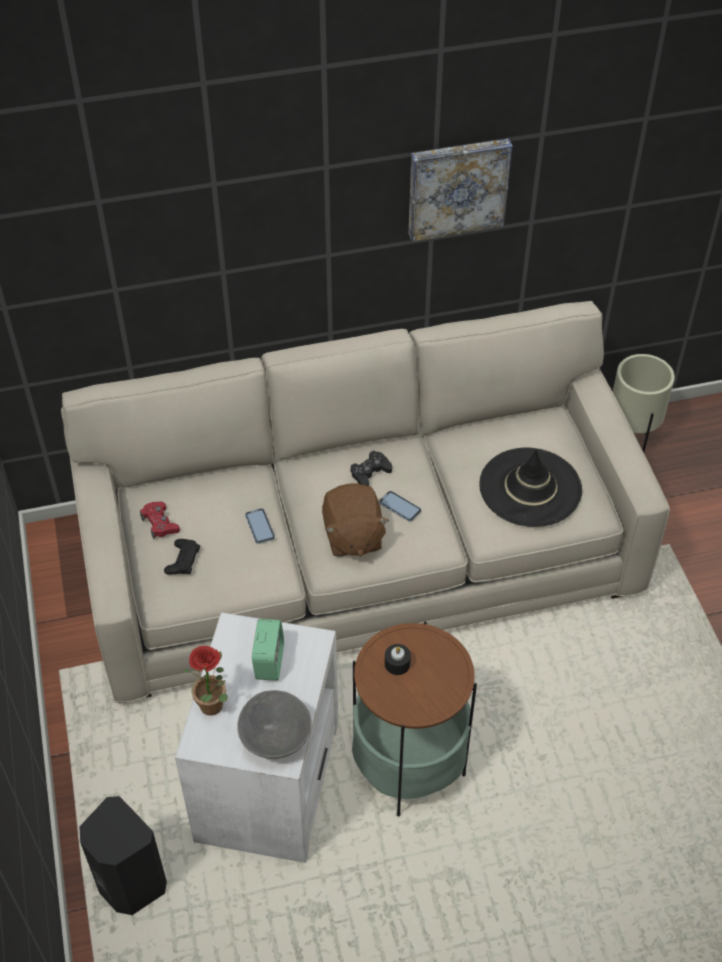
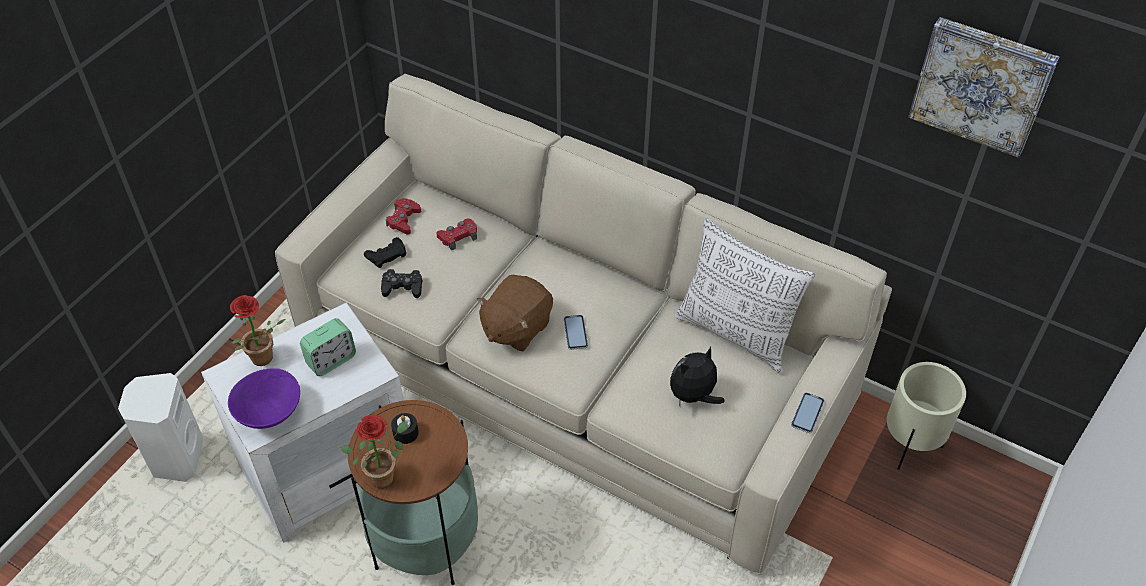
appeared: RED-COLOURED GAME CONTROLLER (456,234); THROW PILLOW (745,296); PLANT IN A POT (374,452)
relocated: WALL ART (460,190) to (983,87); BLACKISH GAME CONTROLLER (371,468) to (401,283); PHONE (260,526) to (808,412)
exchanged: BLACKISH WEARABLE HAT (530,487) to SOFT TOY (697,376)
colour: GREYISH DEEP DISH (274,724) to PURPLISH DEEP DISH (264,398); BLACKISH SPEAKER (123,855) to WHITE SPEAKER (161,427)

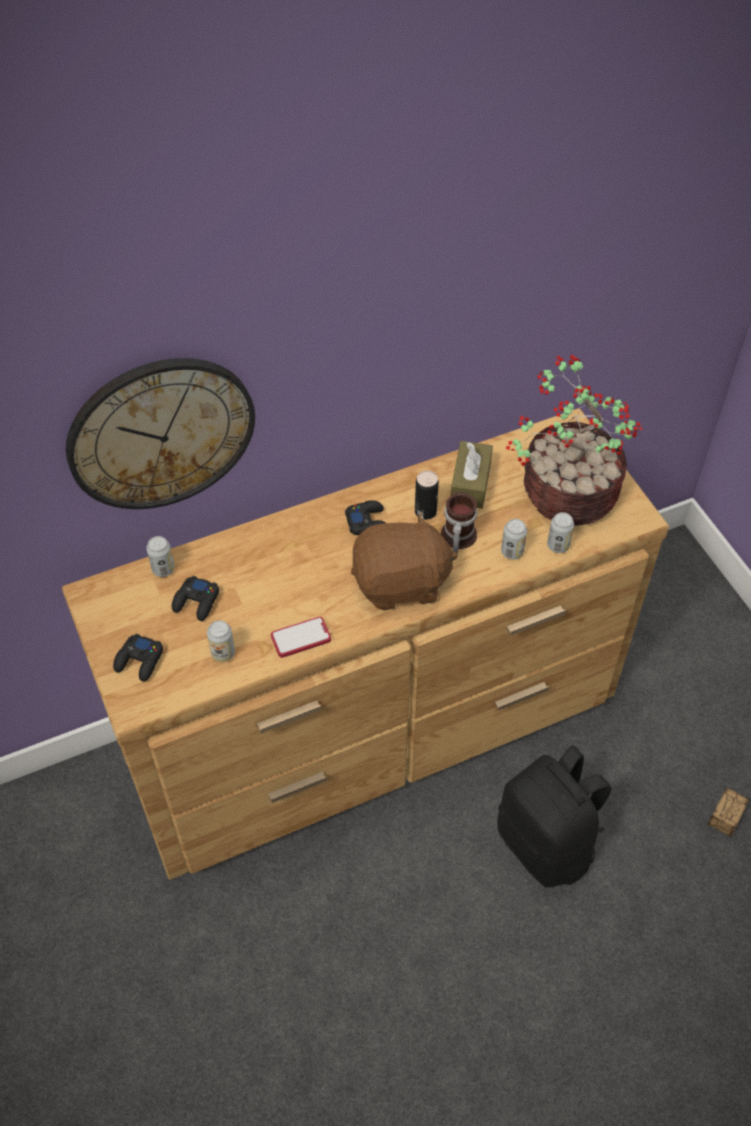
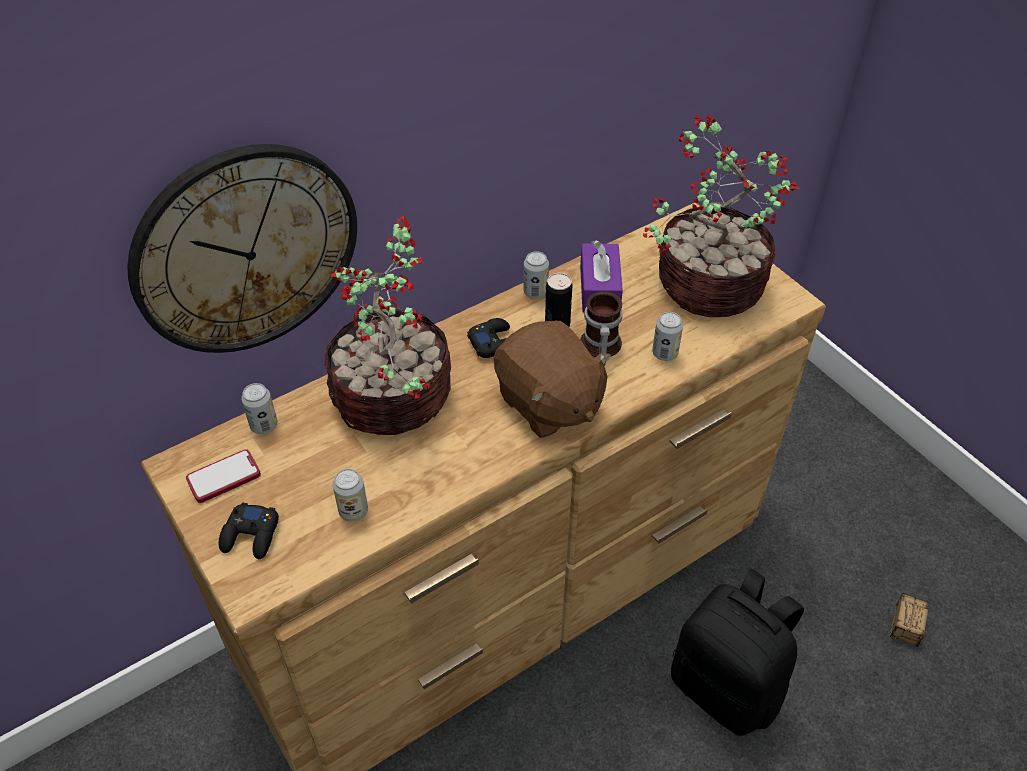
missing: BLACKISH GAME CONTROLLER (195,598)
appeared: PLANT IN A POT (387,325)
relocated: CAN (560,532) to (536,275); PHONE (301,637) to (223,476)
colour: BROWN-COLOURED TISSUE BOX (472,475) to PURPLISH TISSUE BOX (601,276)
spun: BROWN-COLOURED SOFT TOY (404,560) = (552,379) 75 degrees clockwise

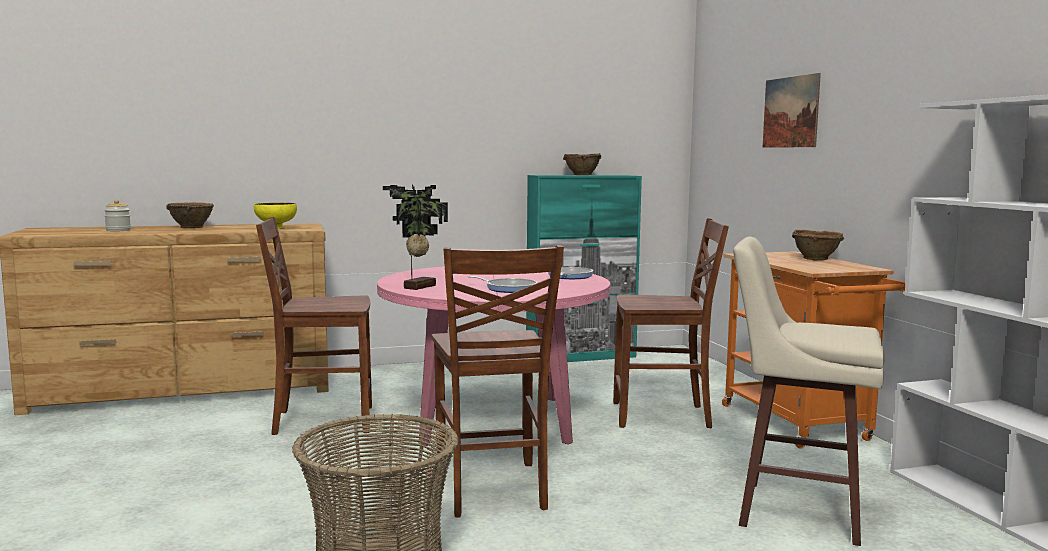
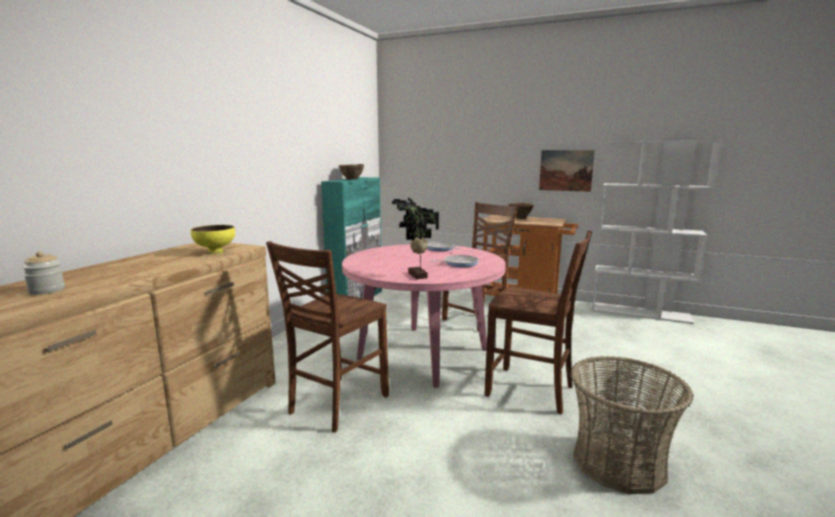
missing: BROWN-COLOURED DEEP DISH (190,215); SAND-COLOURED STOOL (809,391)
relocated: WALL ART (792,110) to (567,171)

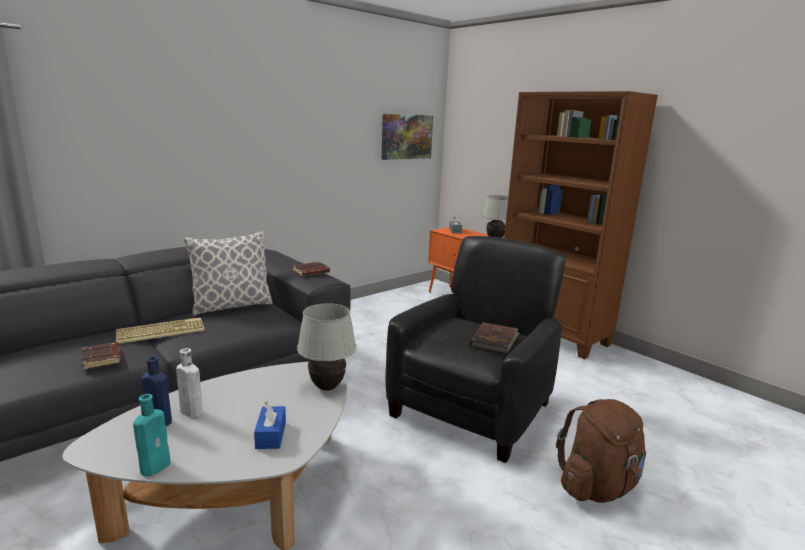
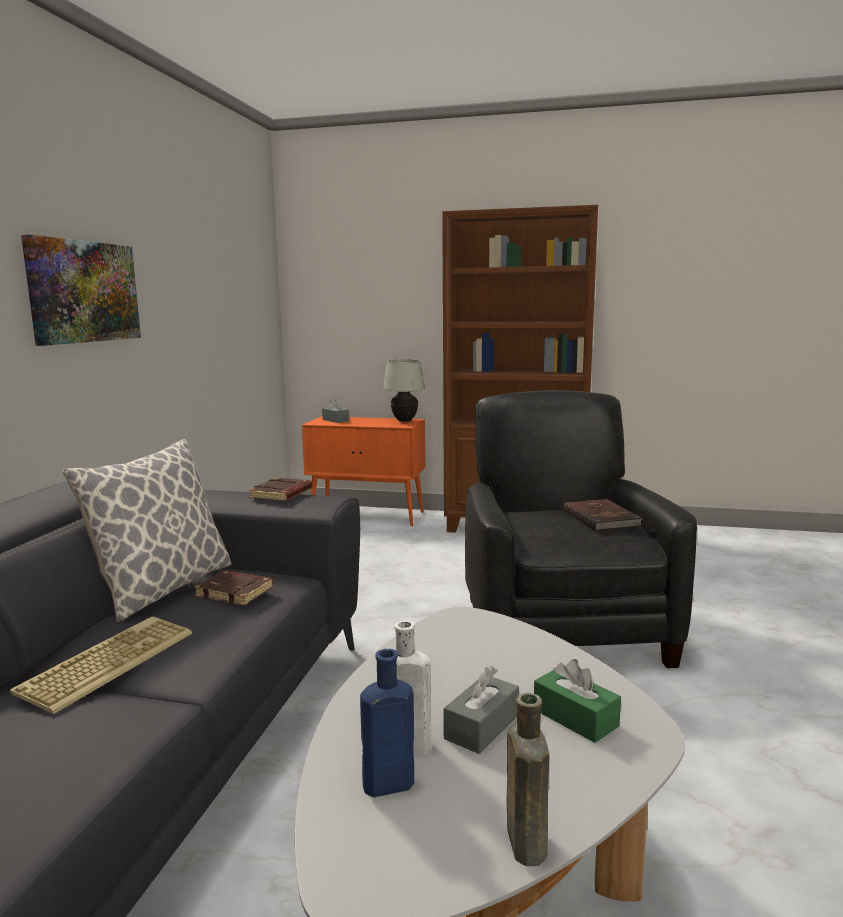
missing: WHITE LAMP FOR A TABLE (326,347); BROWN-COLOURED BACKPACK (601,451)
appeared: GREYISH TISSUE BOX (481,710)
relocated: WALL ART (407,137) to (81,290); BROWN-COLOURED VOLUME (101,356) to (234,588)
colour: TURQUOISE-COLOURED BOTTLE (151,435) to BROWN-COLOURED BOTTLE (527,779); BLUISH TISSUE BOX (270,425) to GREENISH TISSUE BOX (577,701)

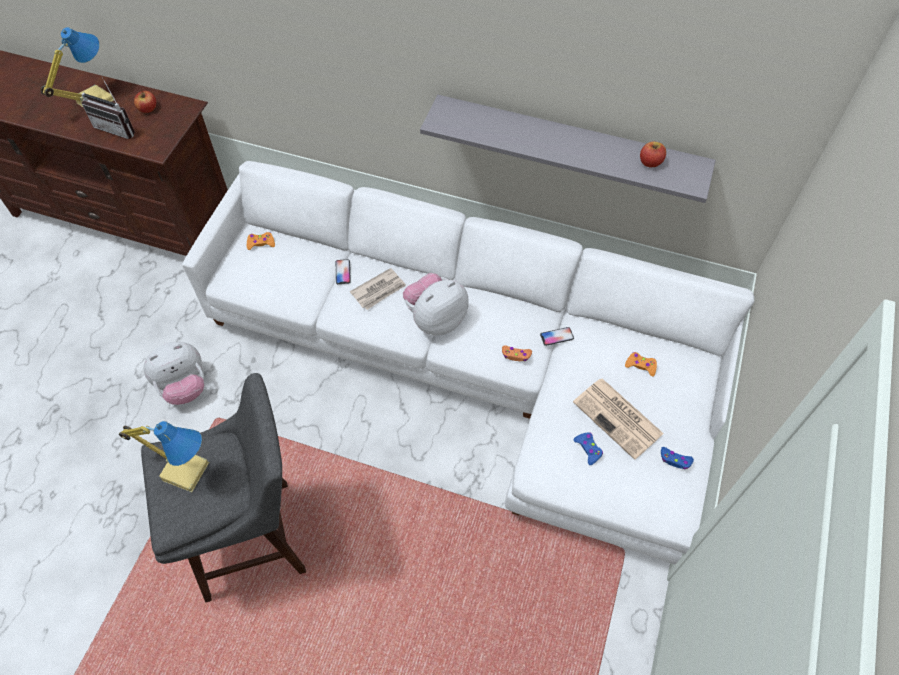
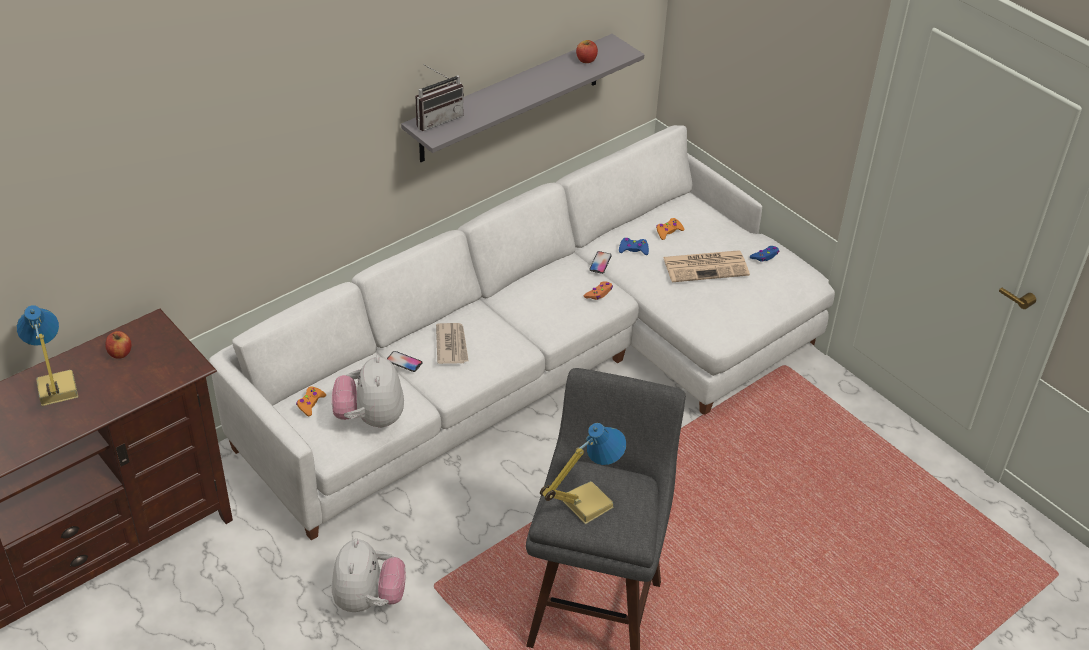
relocated: RADIO RECEIVER (108,108) to (440,98); SOFT TOY (436,304) to (368,391); BLUISH GAME CONTROLLER (588,449) to (634,246)

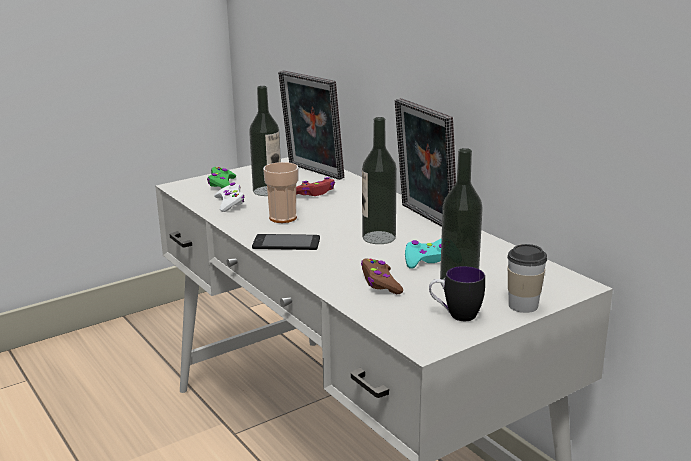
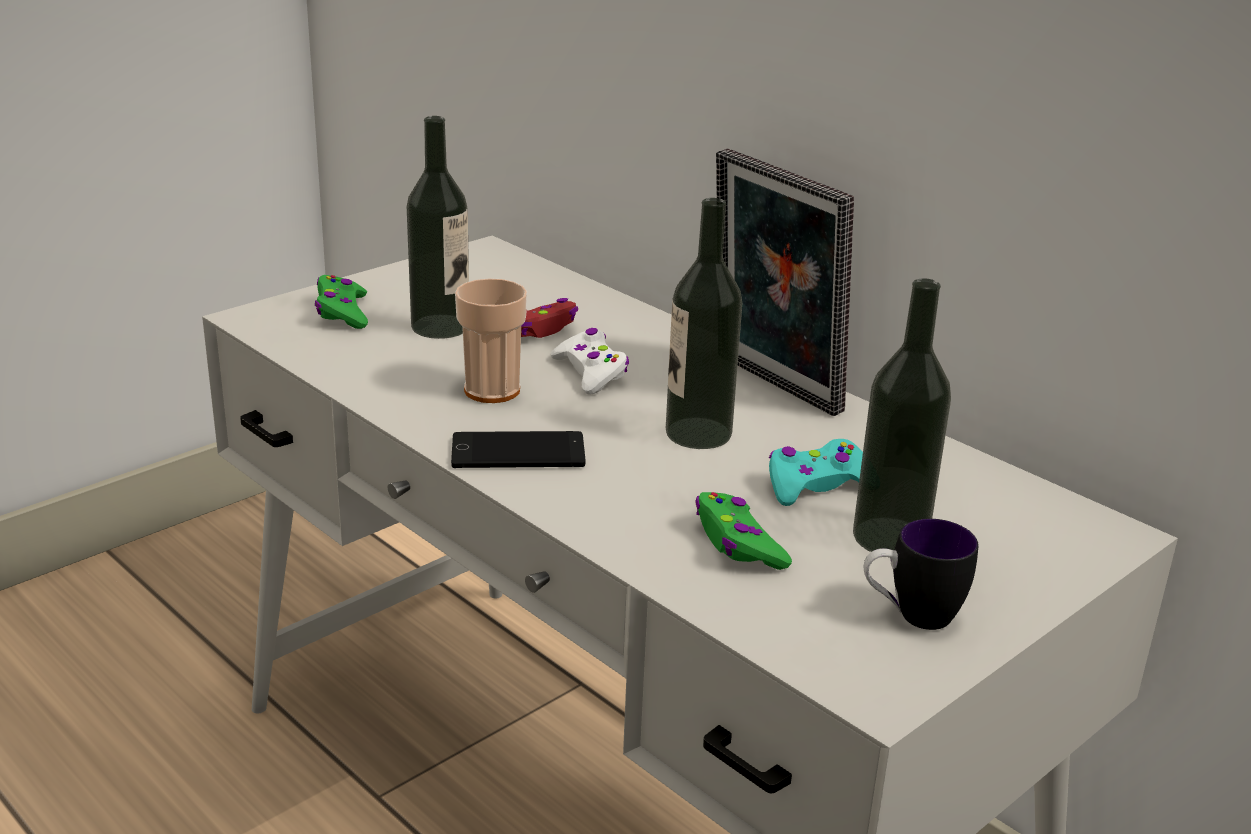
missing: PHOTO FRAME (311,125); CUP (527,278)
relocated: WHITE GAME CONTROLLER (229,197) to (589,361)
colour: BROWN-COLOURED GAME CONTROLLER (382,276) to GREENISH GAME CONTROLLER (743,531)

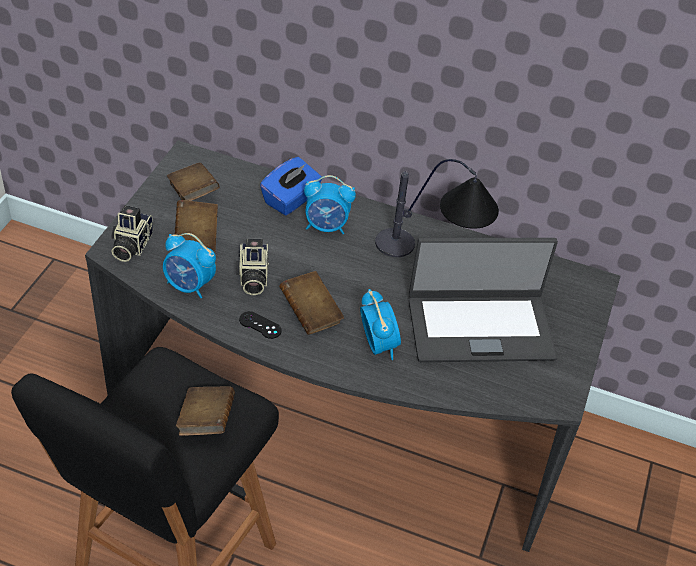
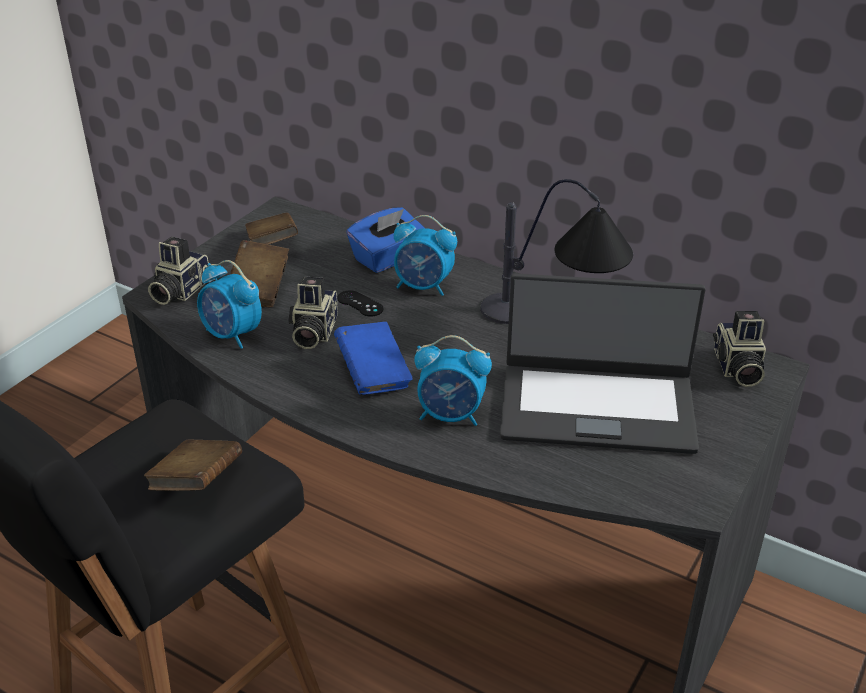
appeared: PHOTO CAMERA (739,349)
relocated: BLACKISH GAME CONTROLLER (260,325) to (360,303)
colour: BROWN-COLOURED VOLUME (311,303) to BLUISH VOLUME (373,358)
spun: BEDSIDE CLOCK (380,324) = (453,380) 105 degrees clockwise

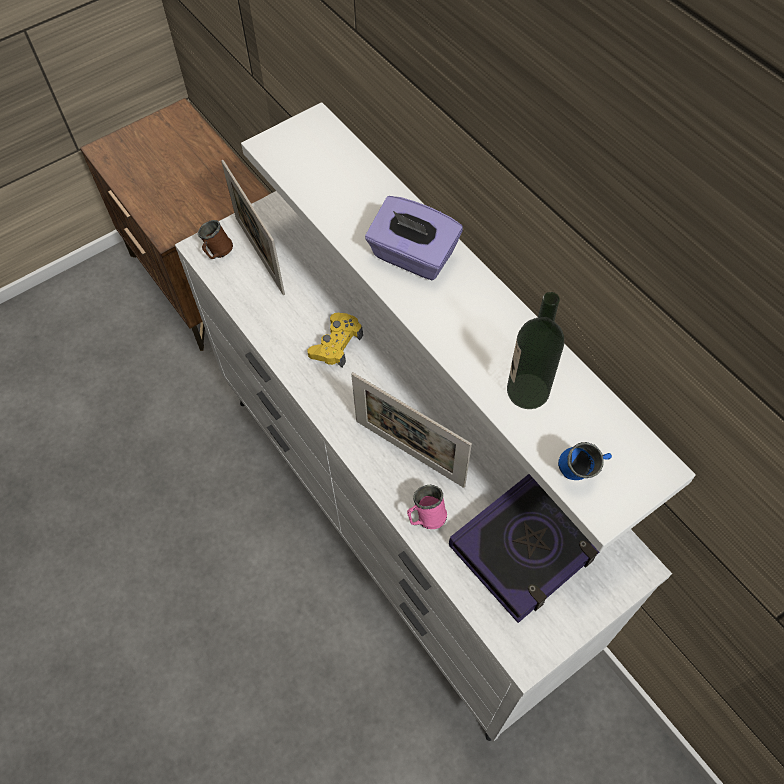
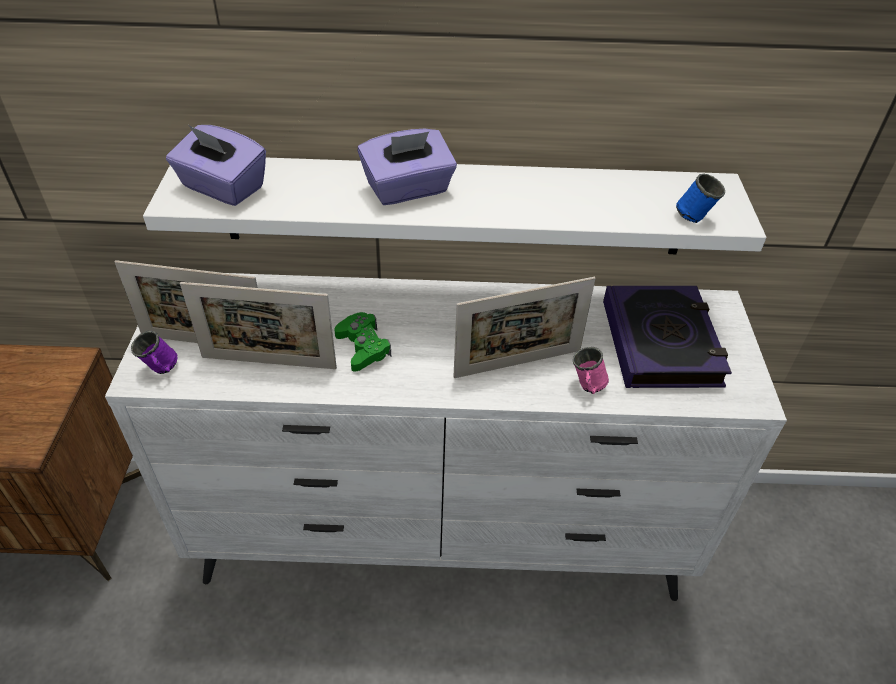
missing: BOTTLE (535,350)
appeared: PURPLISH TISSUE BOX (216,165); PHOTO FRAME (258,325)
colour: BROWN-COLOURED TEA MUG (215,239) to PURPLISH TEA MUG (154,352); YELLOW-COLOURED GAME CONTROLLER (335,340) to GREENISH GAME CONTROLLER (362,342)

